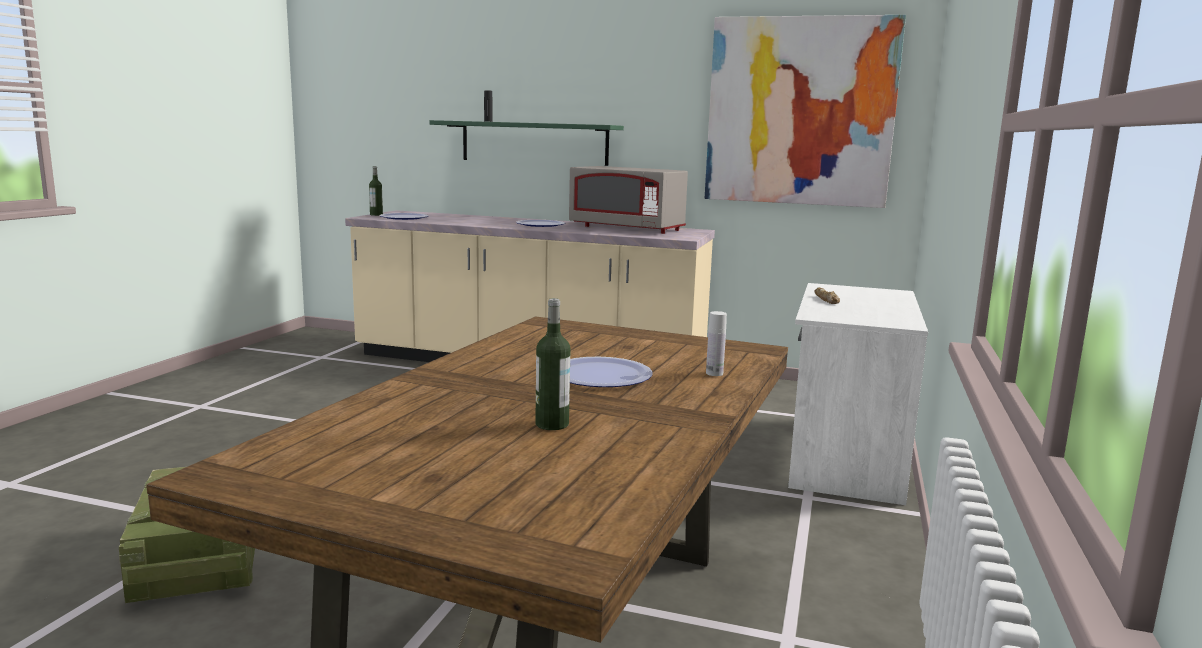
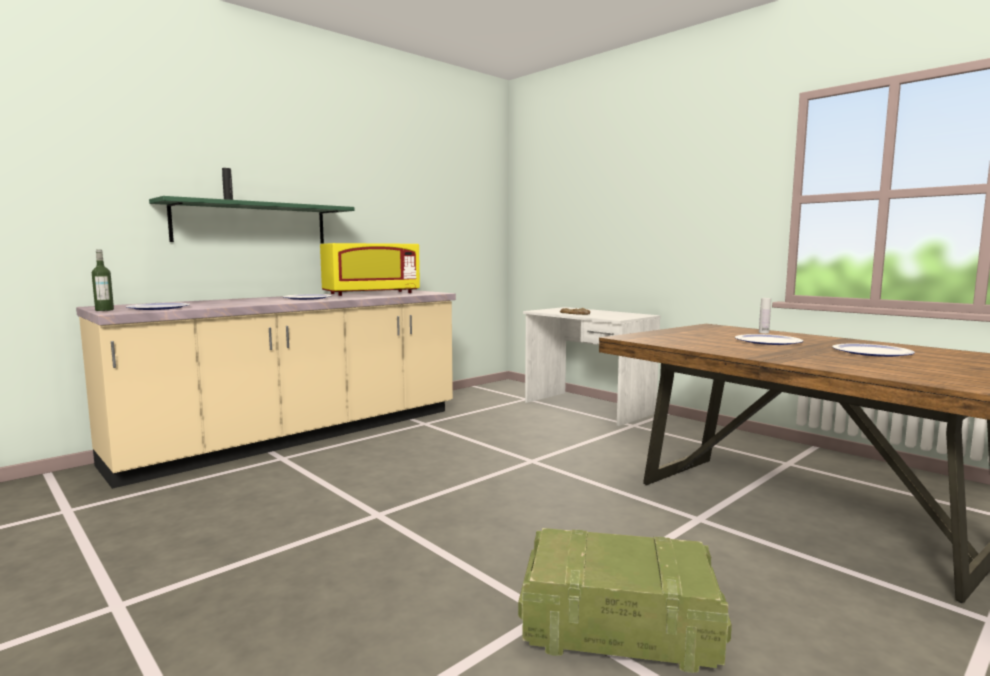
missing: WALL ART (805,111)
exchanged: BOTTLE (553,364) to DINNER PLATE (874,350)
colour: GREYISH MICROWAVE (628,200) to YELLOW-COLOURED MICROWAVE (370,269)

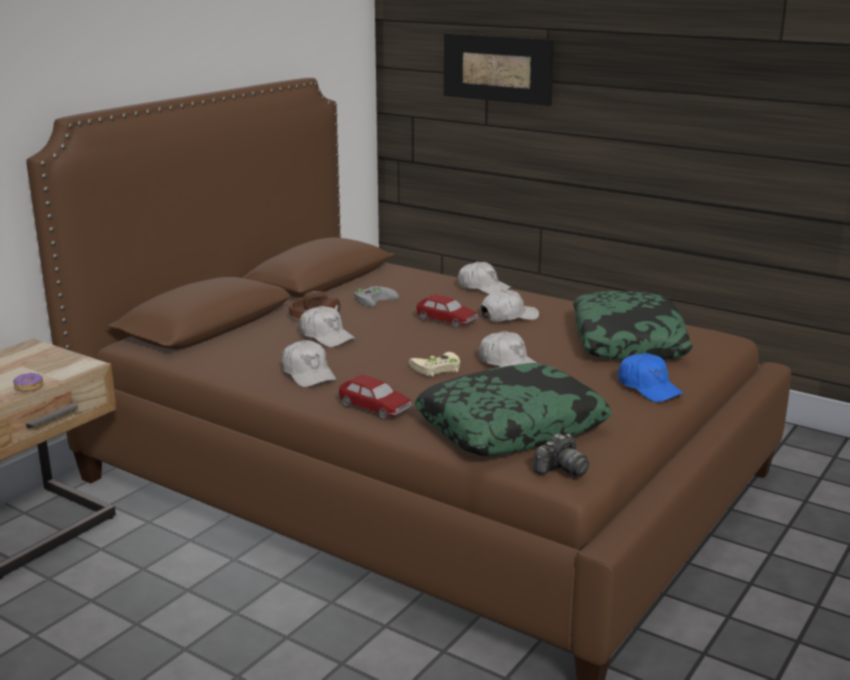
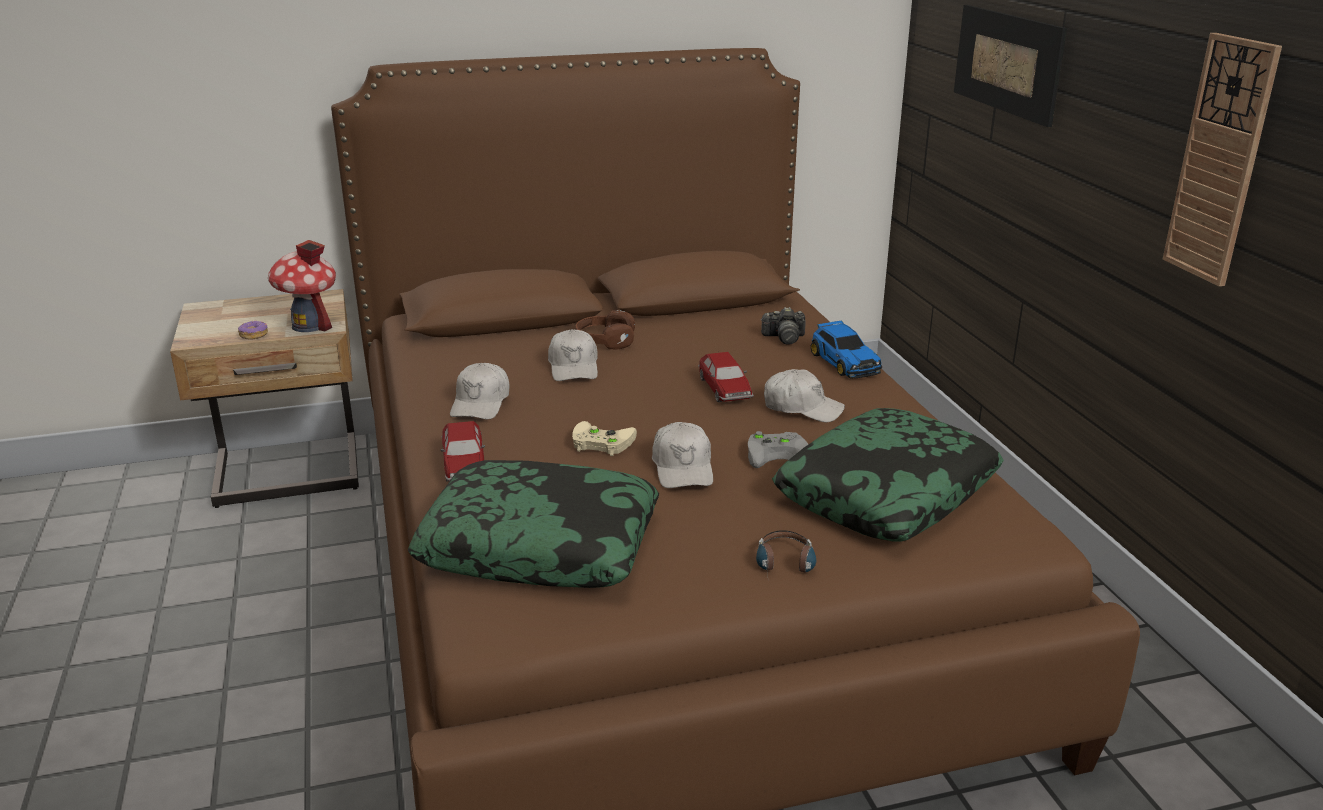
appeared: CLOCK ON THE WALL (1222,160); TOY HOUSE (302,286)
relocated: GREYISH GAME CONTROLLER (376,296) to (778,449); PHOTO CAMERA (561,454) to (783,326)
exchanged: WHITE PEAKED CAP (484,277) to MINIATURE CAR (846,349); BLUISH PEAKED CAP (651,377) to HEADSET (786,551)

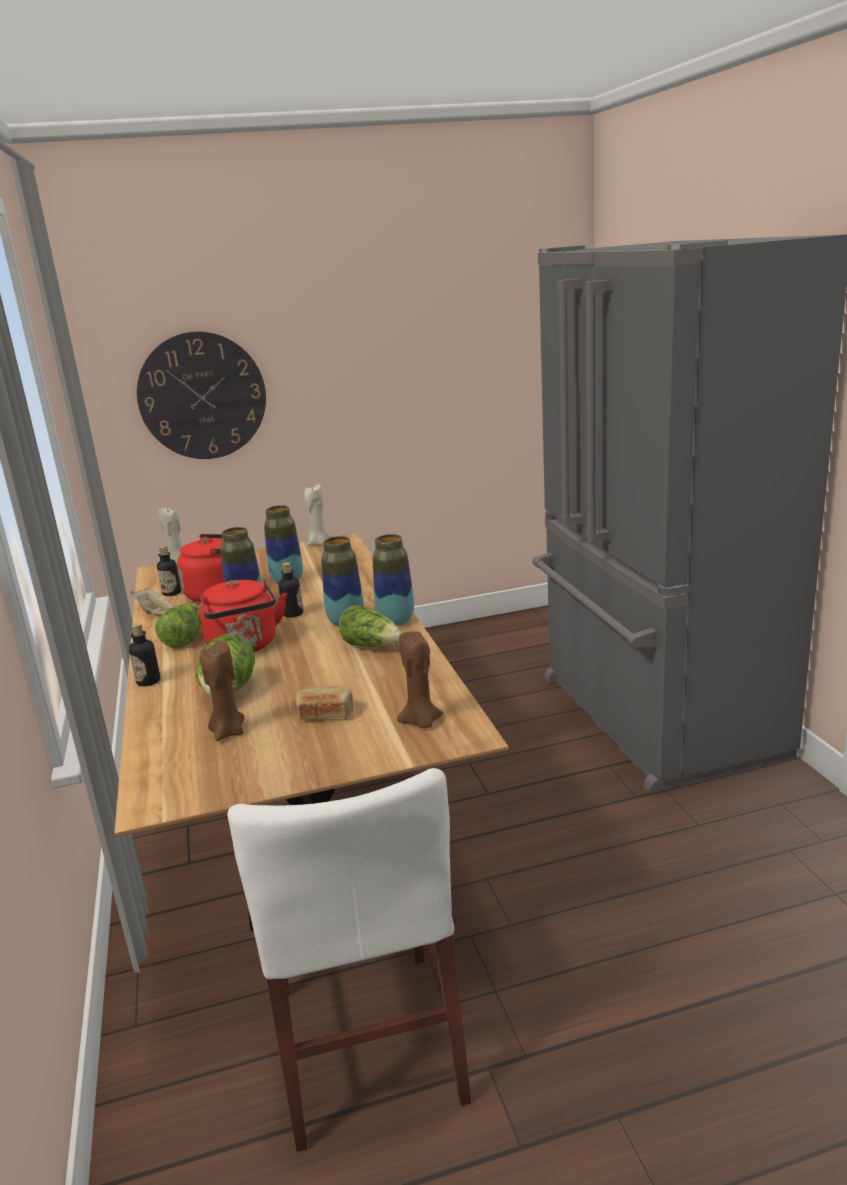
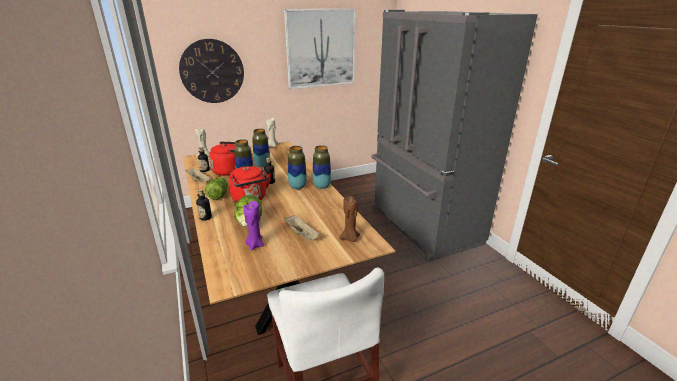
missing: LETTUCE HEAD (370,626)
appeared: WALL ART (320,49)
exchanged: BREAD (324,703) to SAND-COLOURED TRAY (302,227)
colour: BROWN-COLOURED CANDLE (222,691) to PURPLISH CANDLE (254,226)

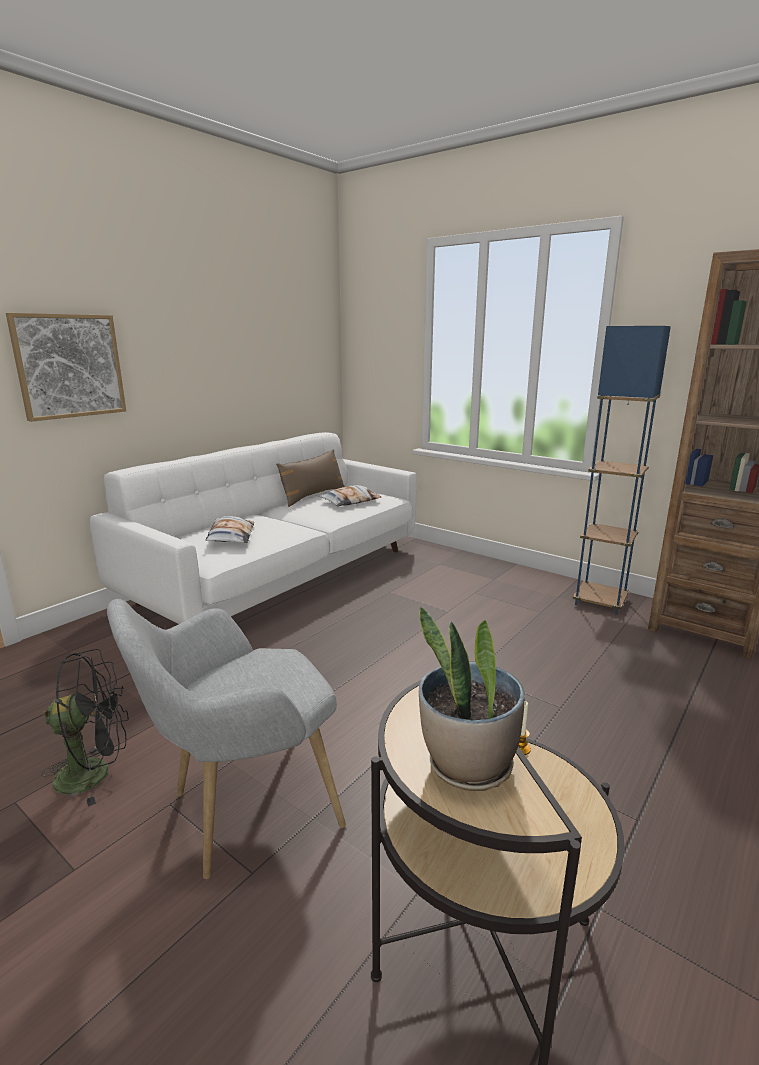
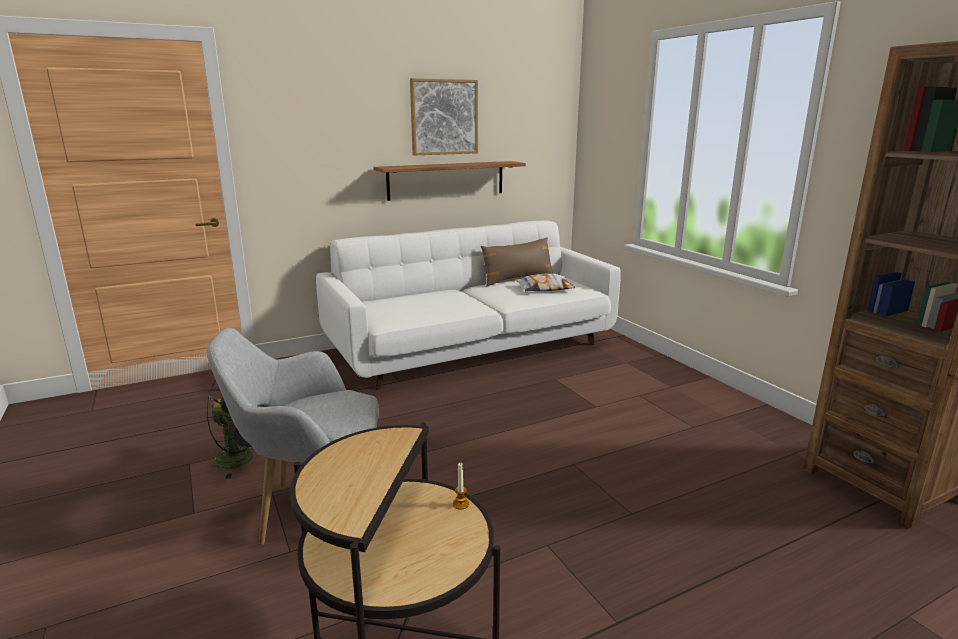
missing: BLUISH FLOOR LAMP (622,470); THROW PILLOW (230,529); PLANT IN A POT (472,699)
appeared: BRACKET SHELF (449,181)
relocated: WALL ART (66,367) to (444,116)

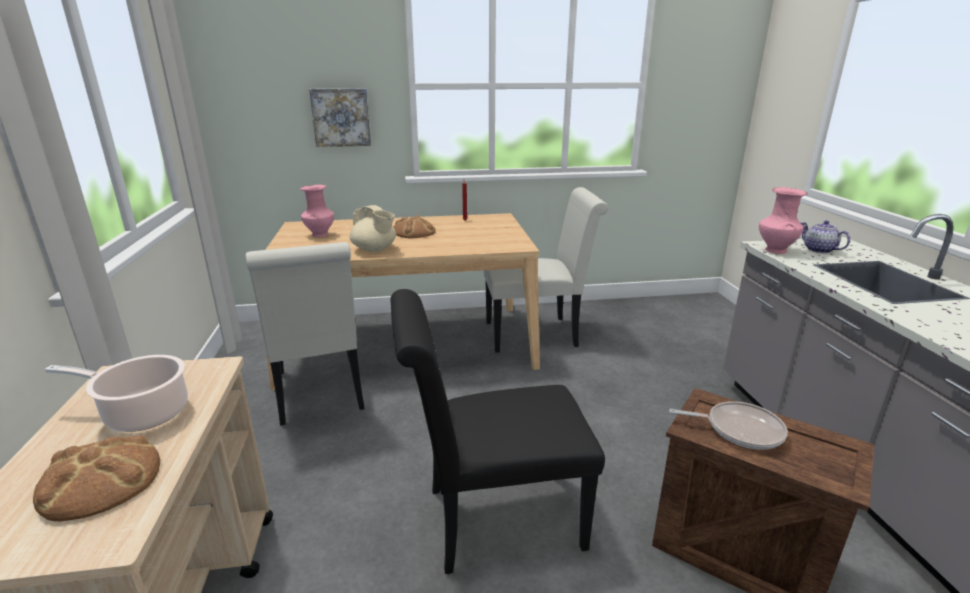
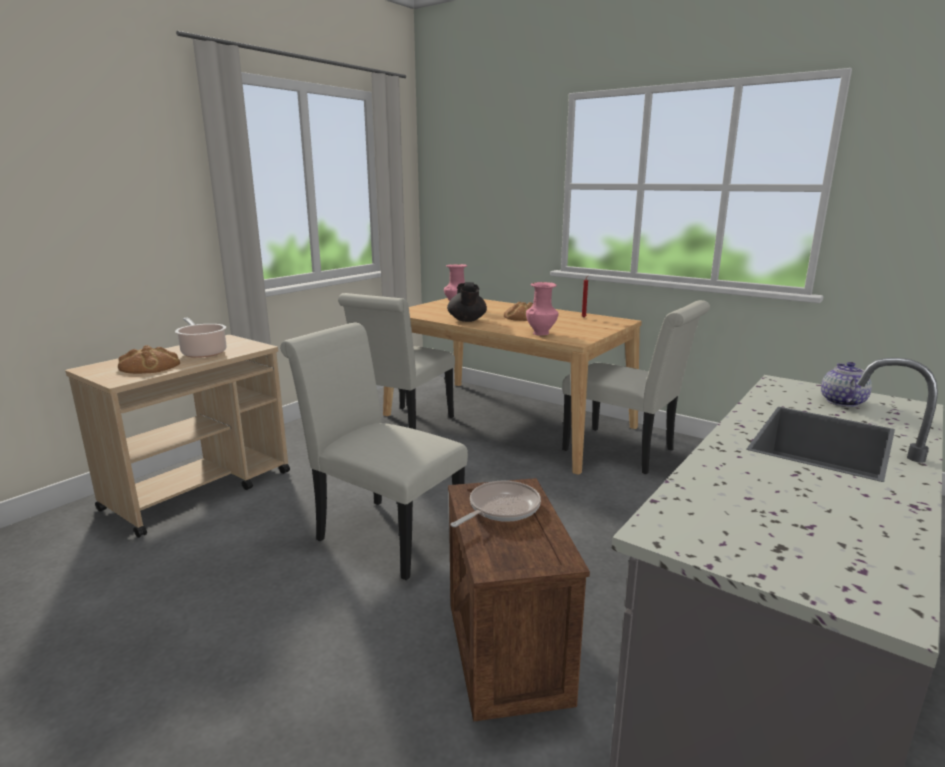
missing: WALL ART (340,118)
relocated: PINK FLOWER VASE (783,220) to (542,308)
colour: SAND-COLOURED TEA POT (373,228) to BLACKISH TEA POT (467,302); BLACKISH UPRIGHT CHAIR (497,431) to WHITE UPRIGHT CHAIR (374,451)
spun: PAN (728,425) = (495,504) 105 degrees counterclockwise

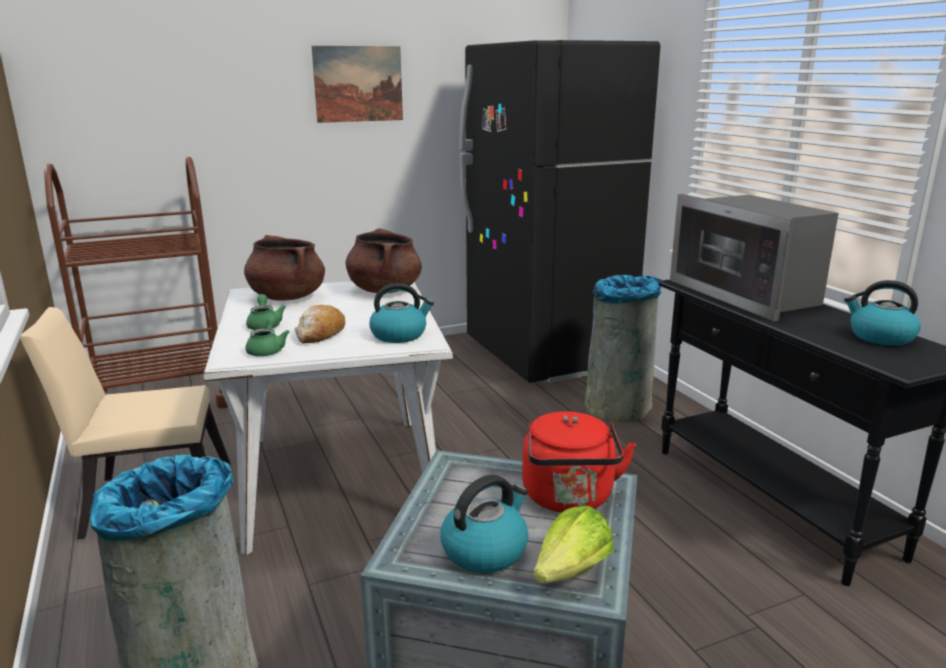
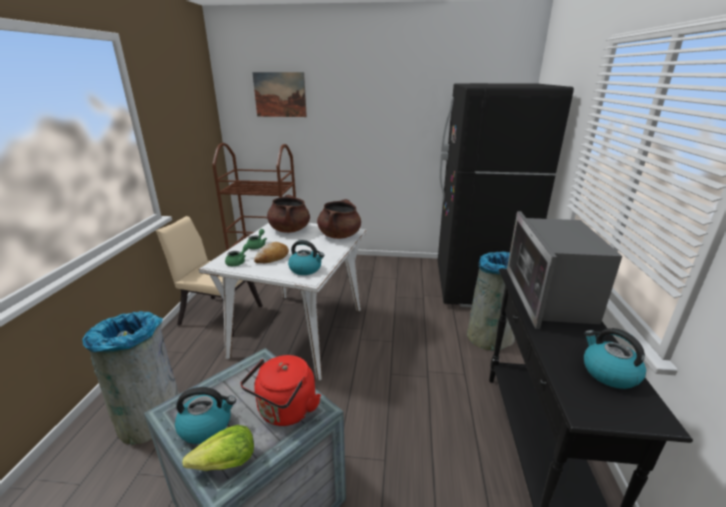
relocated: WALL ART (357,84) to (279,94)

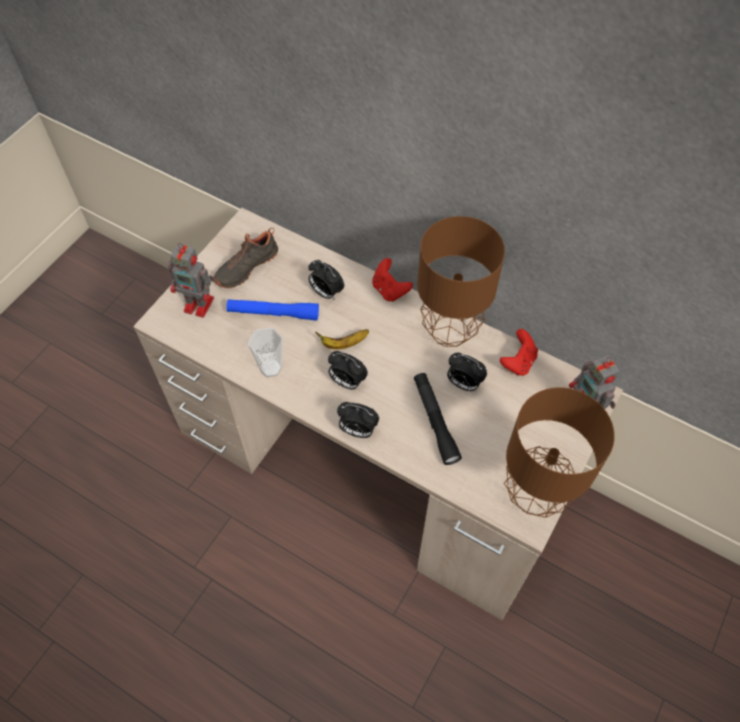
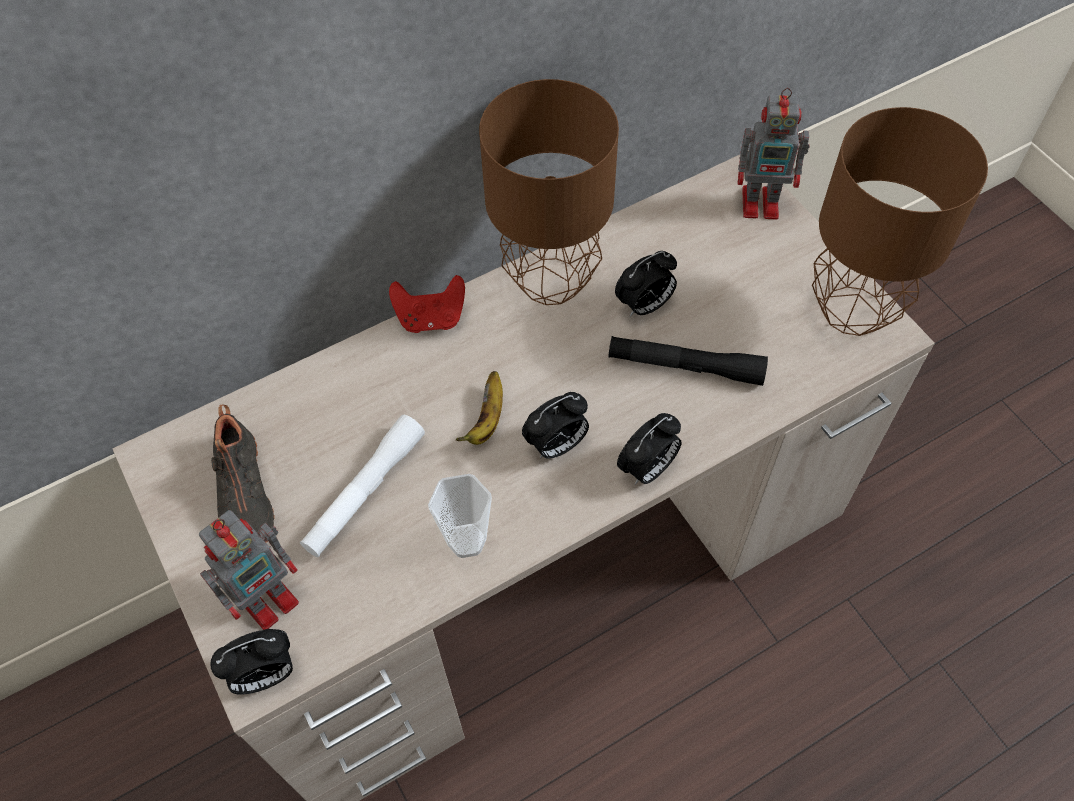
missing: RED-COLOURED GAME CONTROLLER (519,352)
relocated: BEDSIDE CLOCK (326,280) to (251,662)
colour: BLUISH FLASHLIGHT (273,310) to WHITE FLASHLIGHT (362,486)

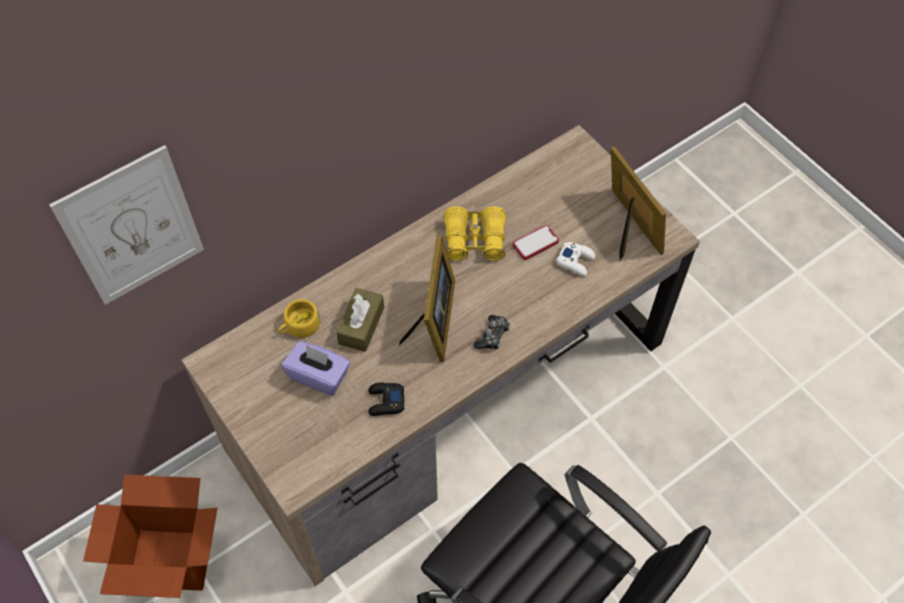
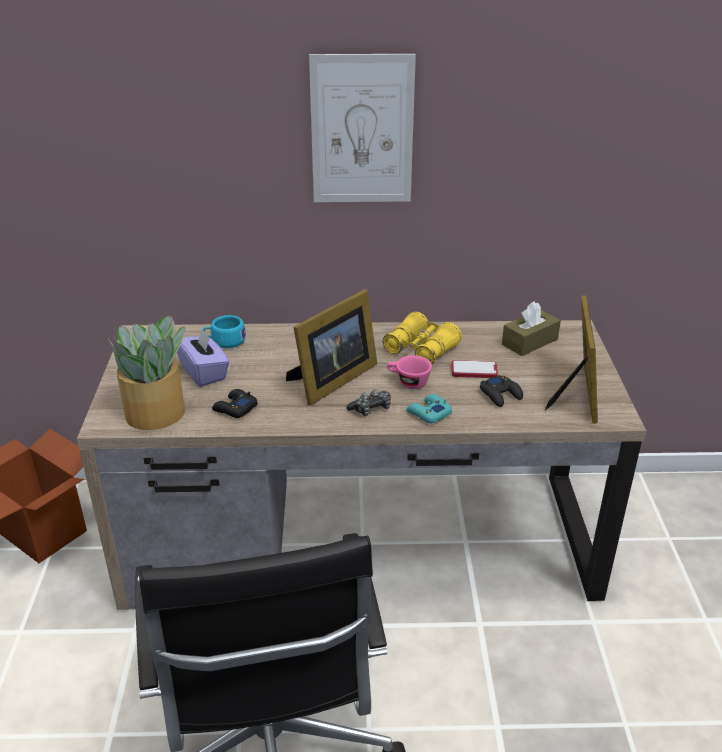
appeared: PLANT IN A POT (147,373); PINK CUP (409,372); TURQUOISE-COLOURED GAME CONTROLLER (429,408)
relocated: WALL ART (126,225) to (362,128); BROWN-COLOURED TISSUE BOX (360,320) to (531,328)
colour: WHITE GAME CONTROLLER (575,259) to BLACKISH GAME CONTROLLER (501,391); YELLOW-COLOURED CUP (299,318) to TURQUOISE-COLOURED CUP (224,331)

